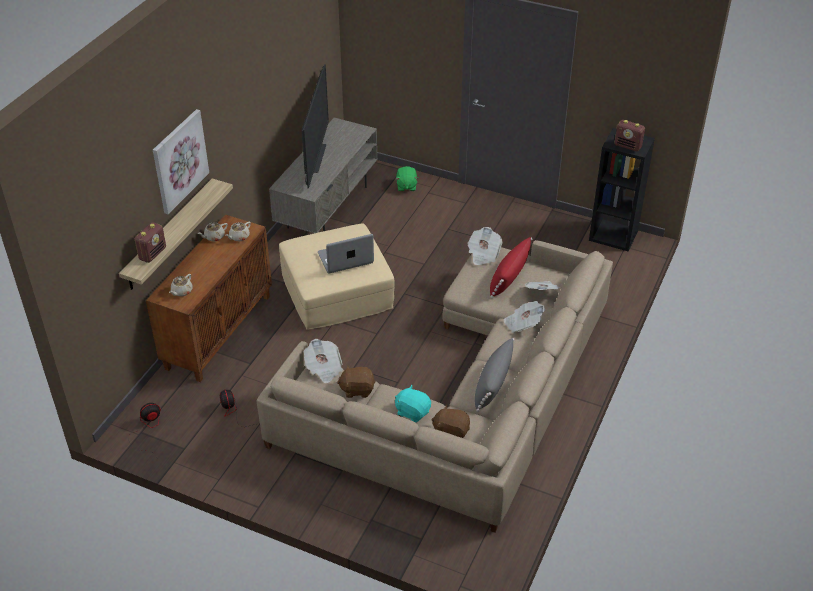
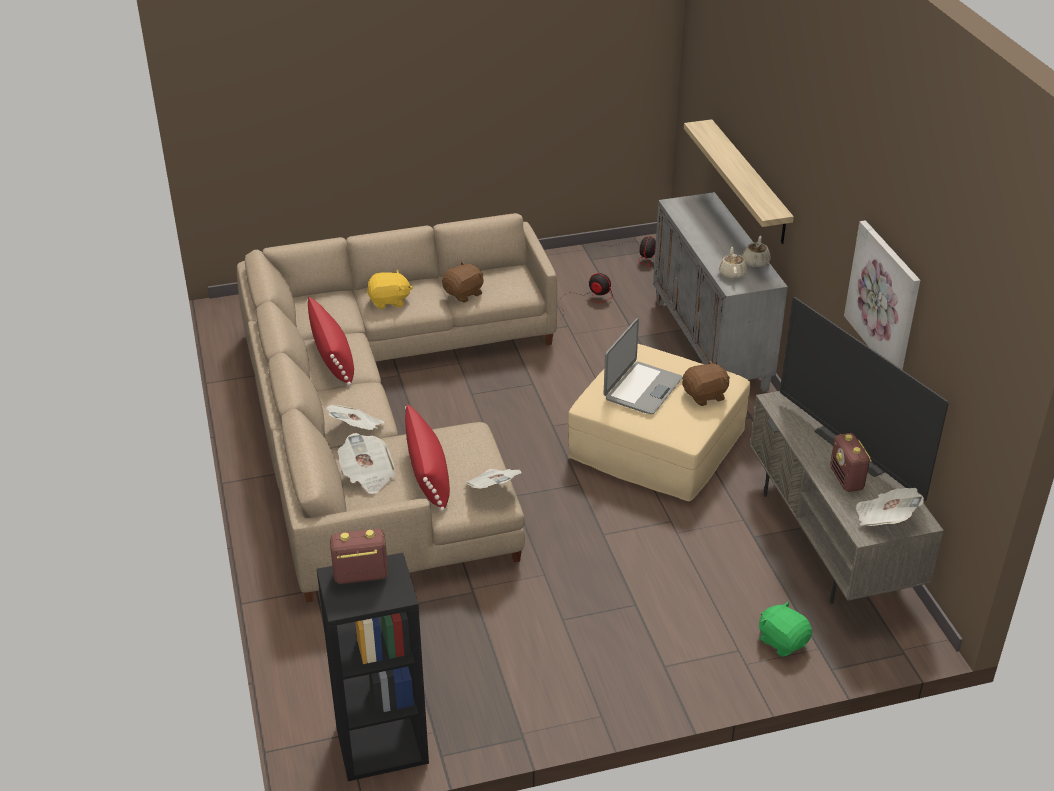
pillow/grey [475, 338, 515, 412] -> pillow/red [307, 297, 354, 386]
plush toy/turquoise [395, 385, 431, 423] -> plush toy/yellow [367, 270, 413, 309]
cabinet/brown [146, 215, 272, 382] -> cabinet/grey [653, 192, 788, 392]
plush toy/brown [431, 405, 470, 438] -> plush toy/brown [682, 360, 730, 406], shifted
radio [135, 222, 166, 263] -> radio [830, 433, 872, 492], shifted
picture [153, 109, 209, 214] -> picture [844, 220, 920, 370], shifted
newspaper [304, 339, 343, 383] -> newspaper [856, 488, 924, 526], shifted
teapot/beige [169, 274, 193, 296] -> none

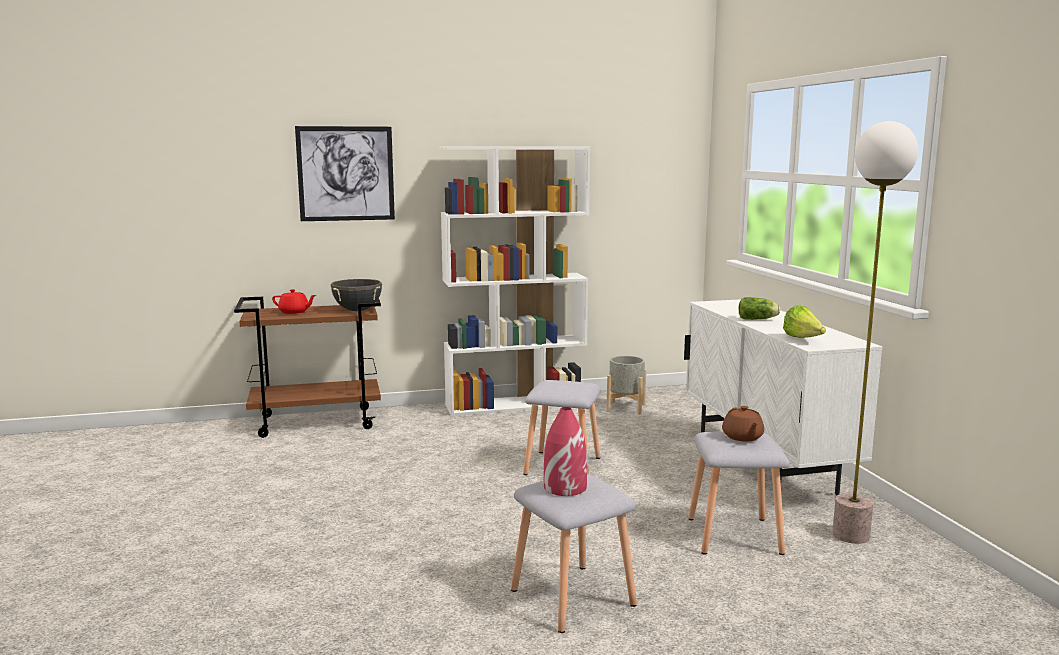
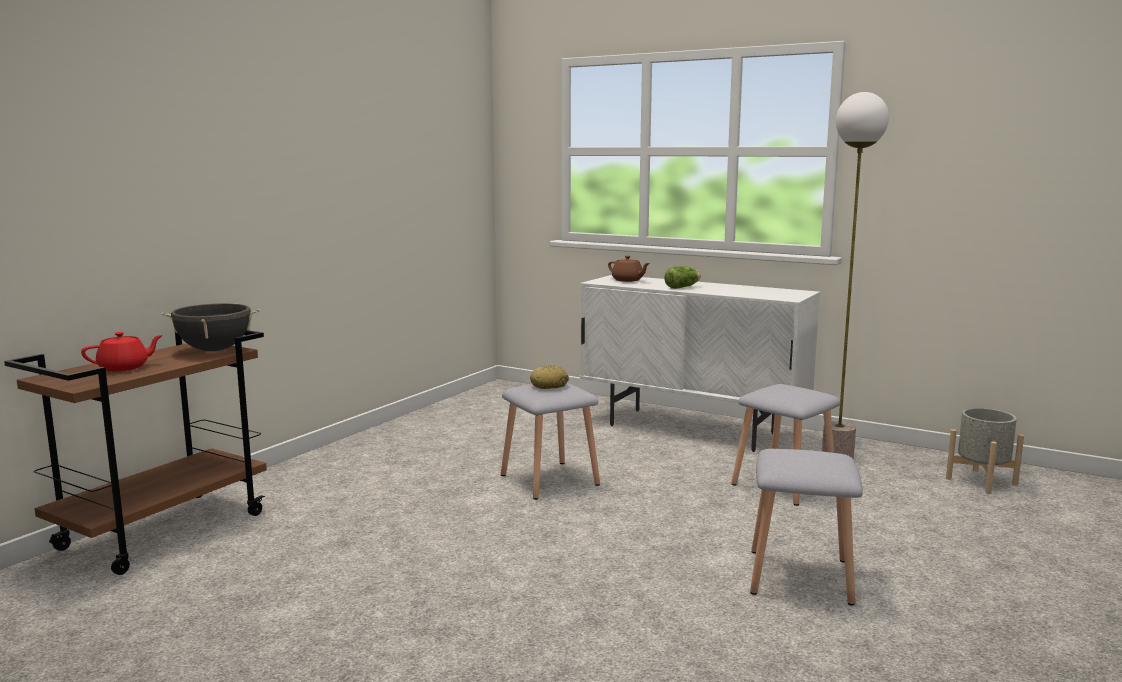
none -> bread [530, 365, 569, 389]
teapot/brown [722, 406, 764, 442] -> teapot/brown [608, 256, 650, 282], shifted
planter/grey [606, 356, 646, 414] -> planter/grey [946, 408, 1024, 494], shifted
picture [295, 126, 395, 221] -> none
bookcase/white [439, 147, 590, 416] -> none
vase/red [544, 407, 587, 496] -> none
lettuce [783, 305, 826, 338] -> none

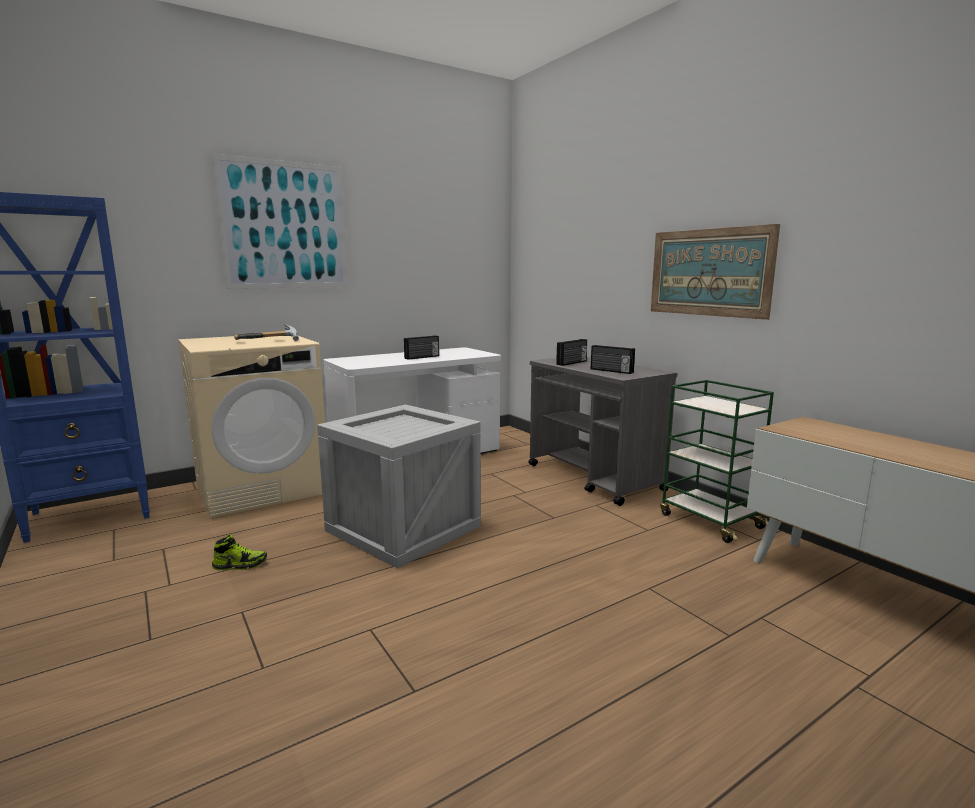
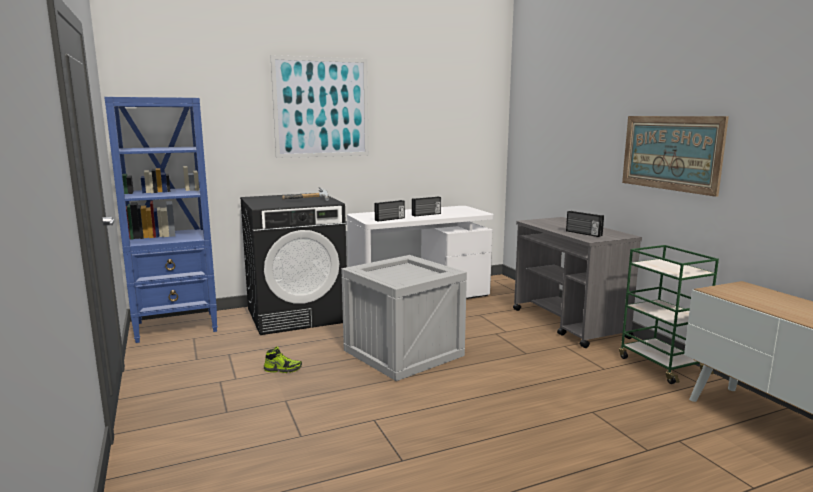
washing machine/beige [178, 336, 325, 519] -> washing machine/black [240, 193, 347, 335]
radio [556, 339, 587, 366] -> radio [375, 200, 405, 222], shifted

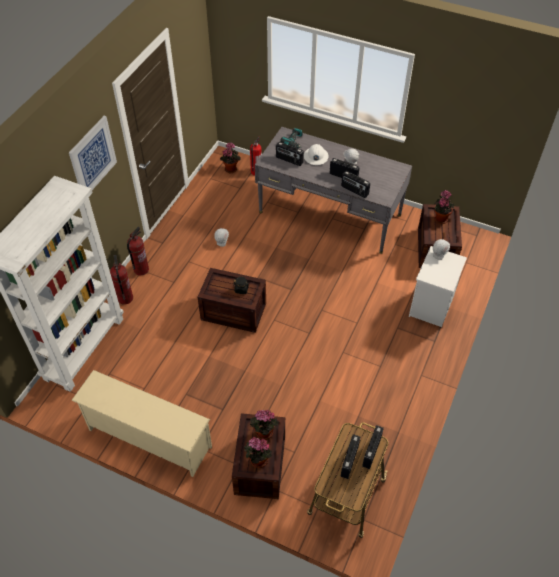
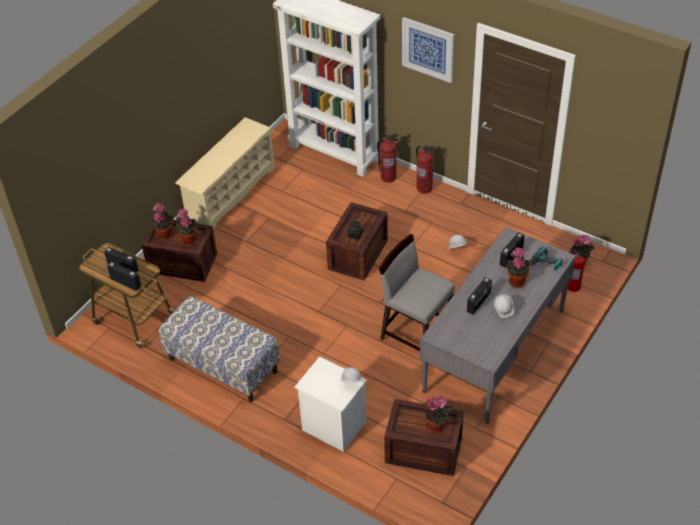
none -> bench [159, 296, 280, 402]
none -> chair/grey [379, 234, 455, 351]
hard hat/white [304, 144, 329, 165] -> potted plant [506, 247, 530, 288]
radio [341, 171, 370, 198] -> none

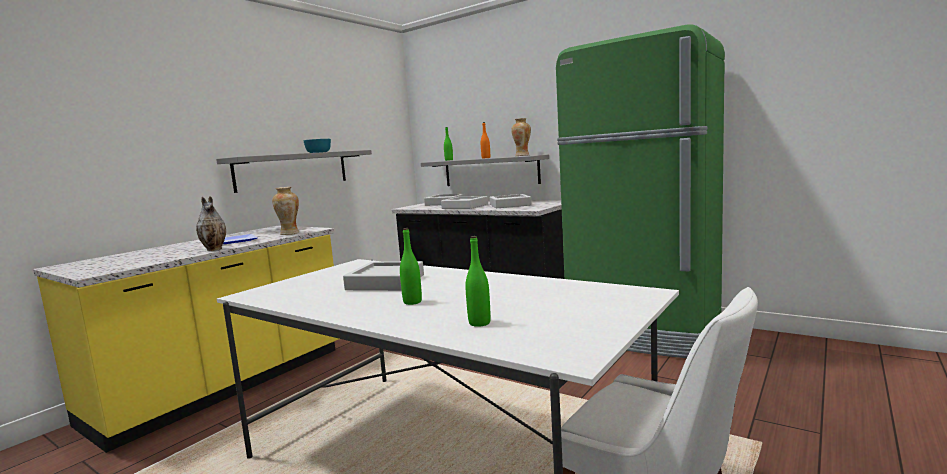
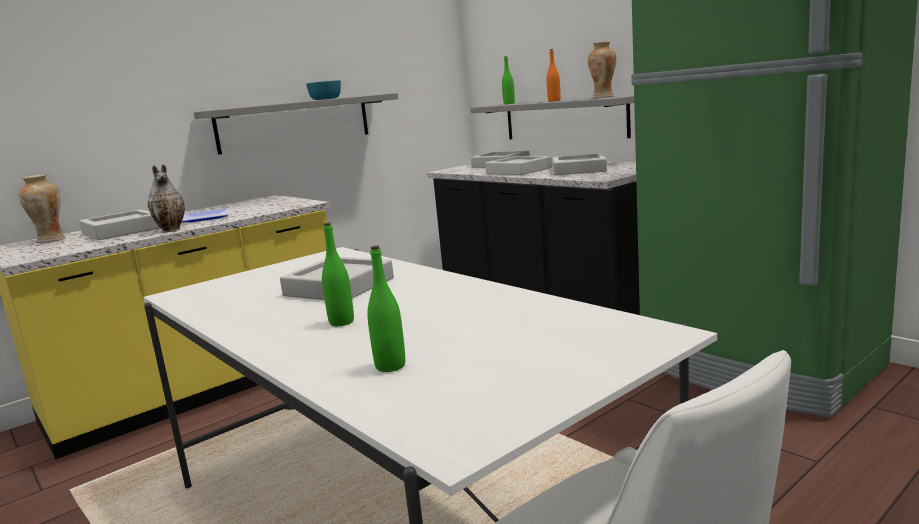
vase [272, 187, 299, 235] -> vase [19, 175, 66, 243], shifted
none -> tray/grey [79, 209, 160, 240]

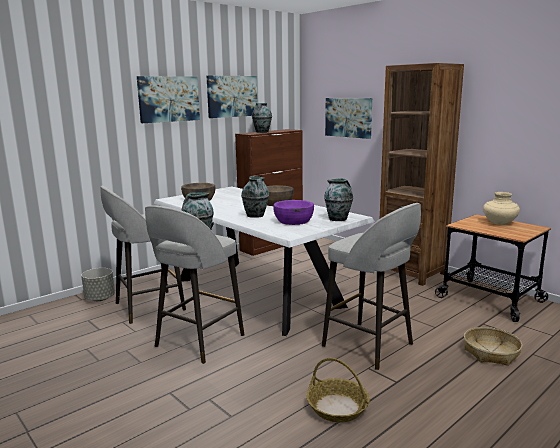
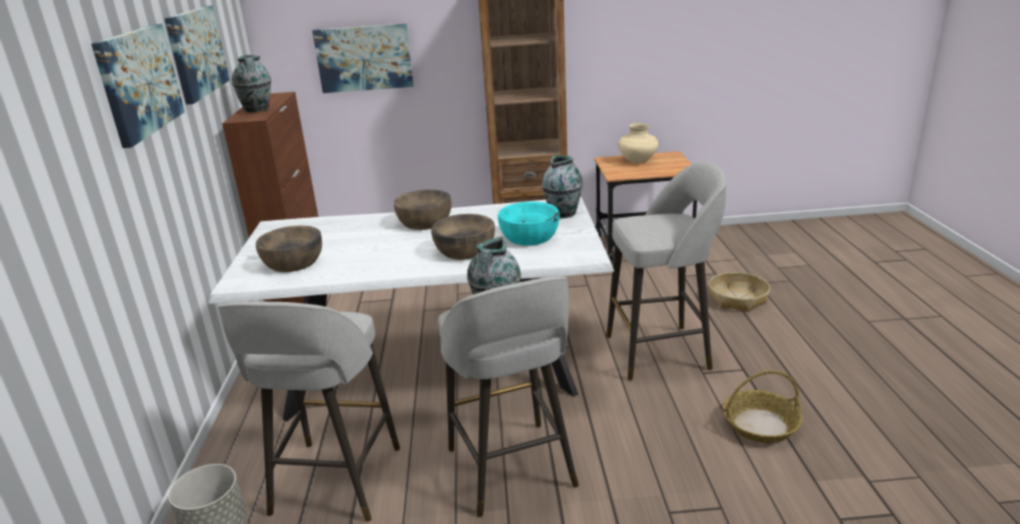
vase [241, 176, 269, 218] -> bowl/brown [431, 214, 495, 260]
bowl/purple [273, 200, 314, 225] -> bowl/turquoise [498, 202, 560, 246]

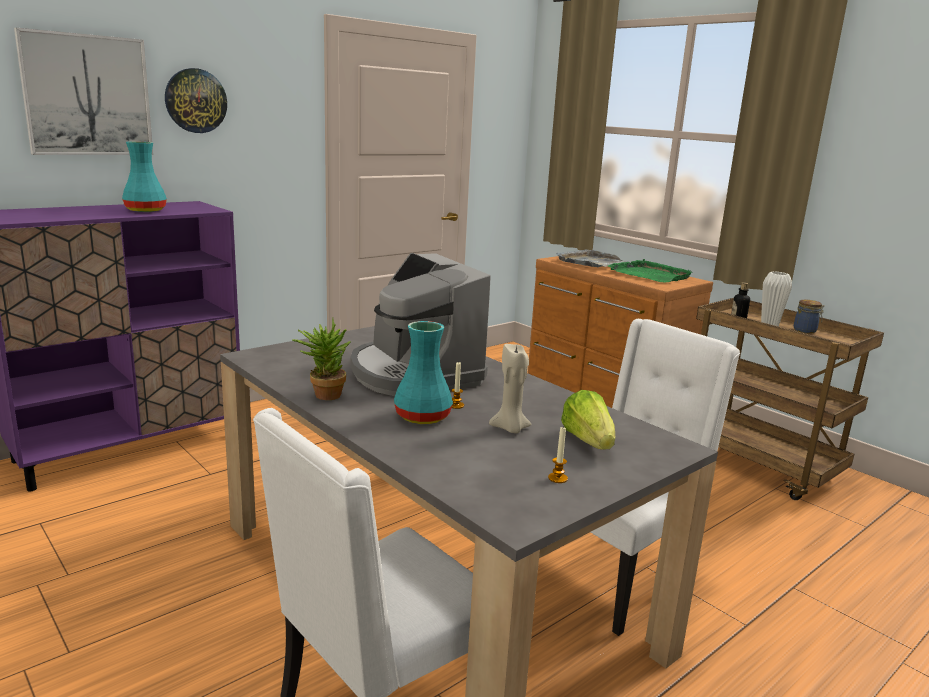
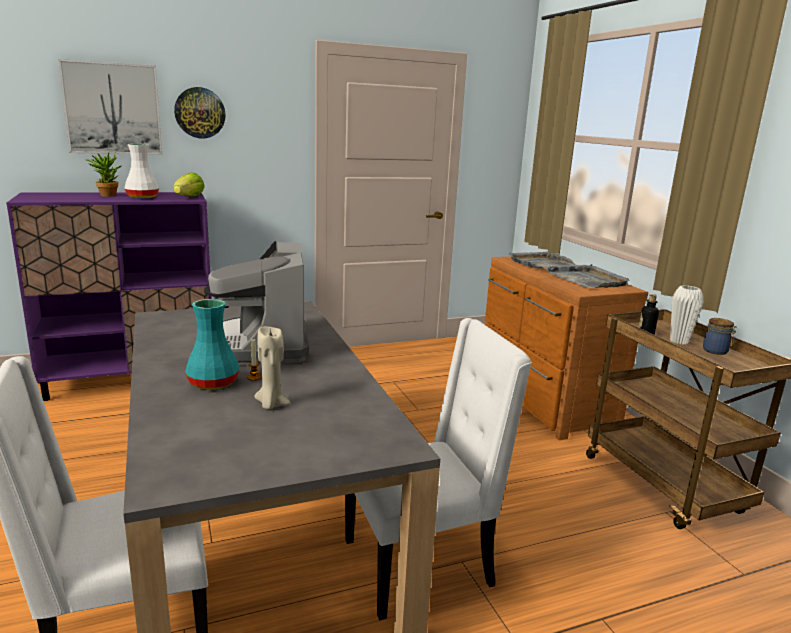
potted plant [292, 318, 351, 400] -> potted plant [85, 152, 122, 197], shifted
vase/turquoise [122, 141, 167, 212] -> vase/white [125, 144, 159, 199]
lettuce [561, 390, 615, 449] -> lettuce [173, 172, 205, 197], shifted
tray/green [608, 259, 693, 283] -> tray/grey [544, 264, 630, 288]
candle [548, 427, 568, 483] -> none

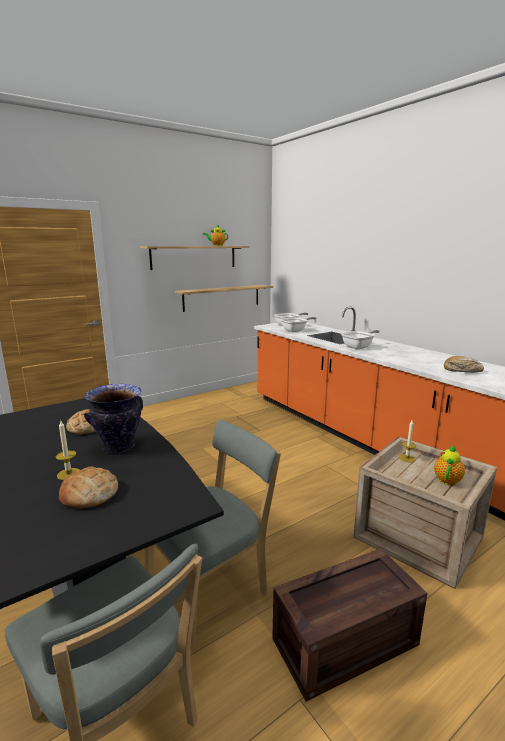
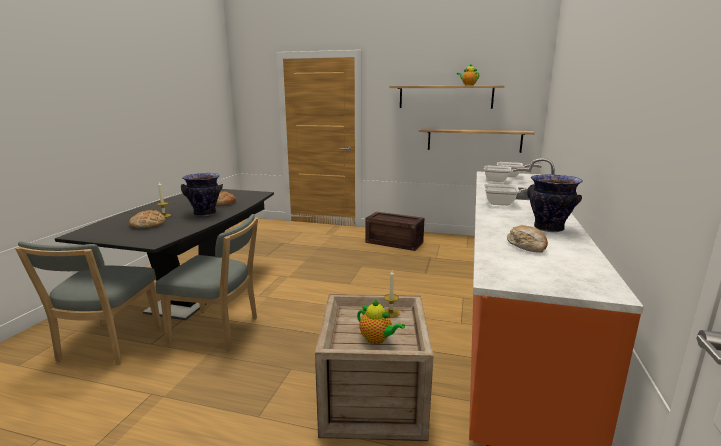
teapot [434, 445, 465, 485] -> teapot [357, 299, 405, 344], 45 degrees clockwise
crate [272, 549, 427, 701] -> crate [365, 212, 424, 251], shifted
none -> vase [527, 174, 583, 232]

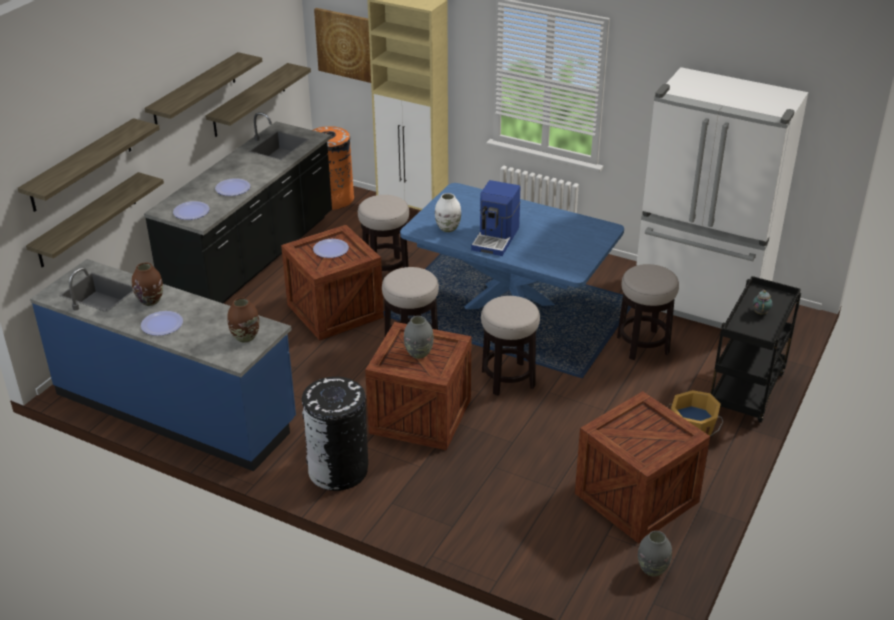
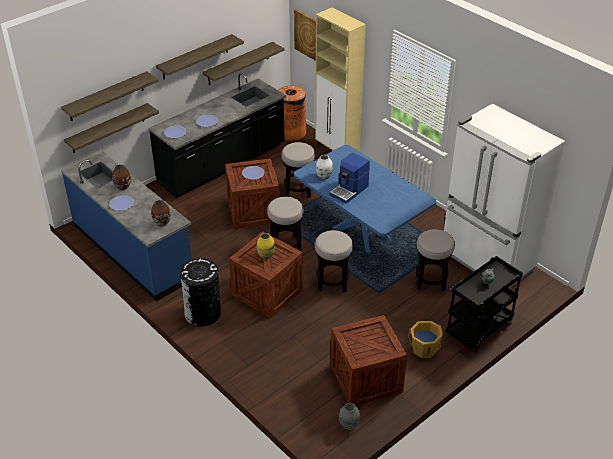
vase/grey [404, 316, 434, 359] -> vase/yellow [256, 233, 275, 259]

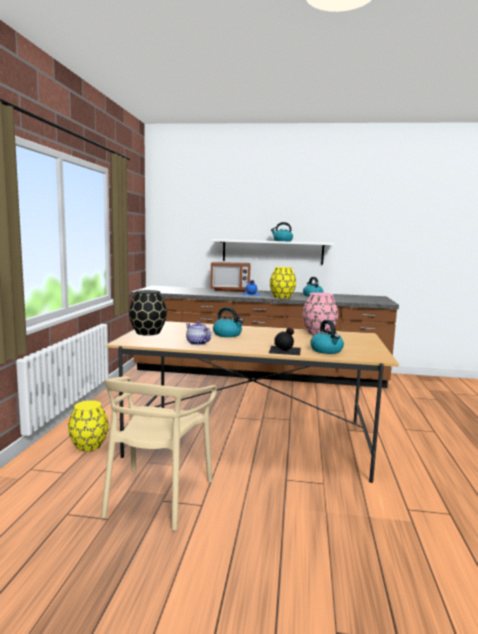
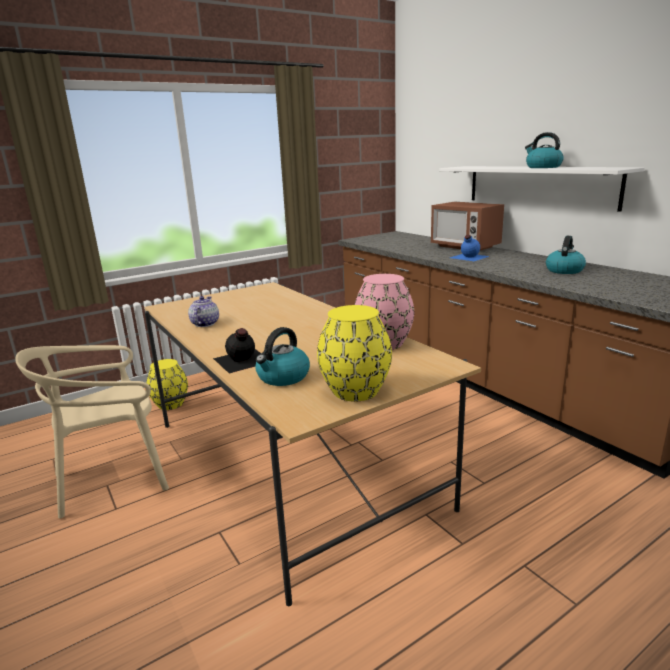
vase/yellow [270, 267, 296, 299] -> vase/yellow [317, 305, 392, 402], shifted
vase/black [129, 290, 167, 336] -> none
kettle [213, 307, 244, 337] -> none

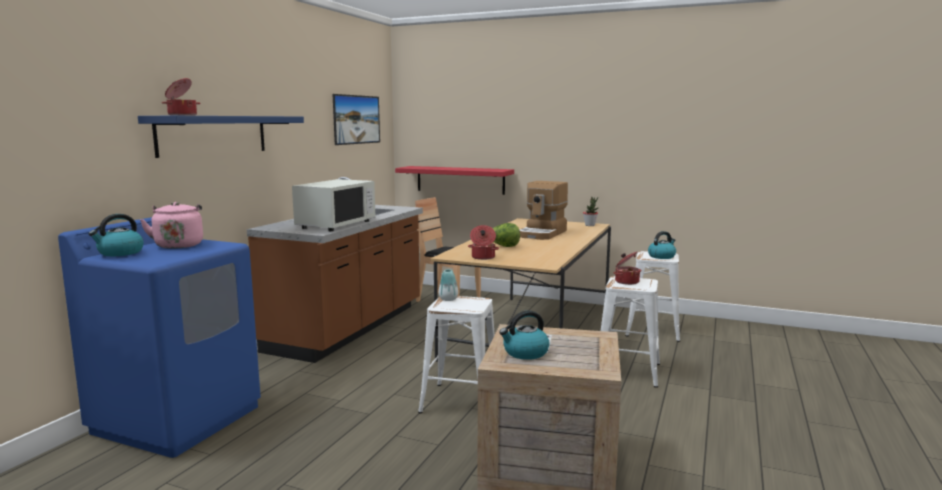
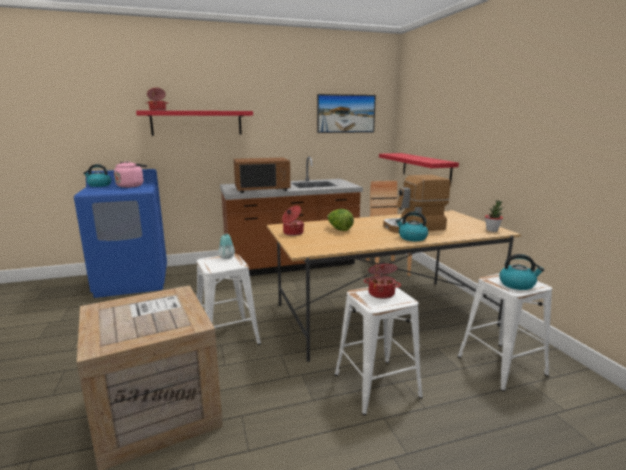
shelf/blue [138, 116, 304, 158] -> shelf/red [136, 111, 253, 136]
microwave/white [292, 179, 375, 231] -> microwave/brown [234, 157, 290, 193]
kettle [499, 310, 549, 360] -> kettle [396, 211, 428, 241], shifted

